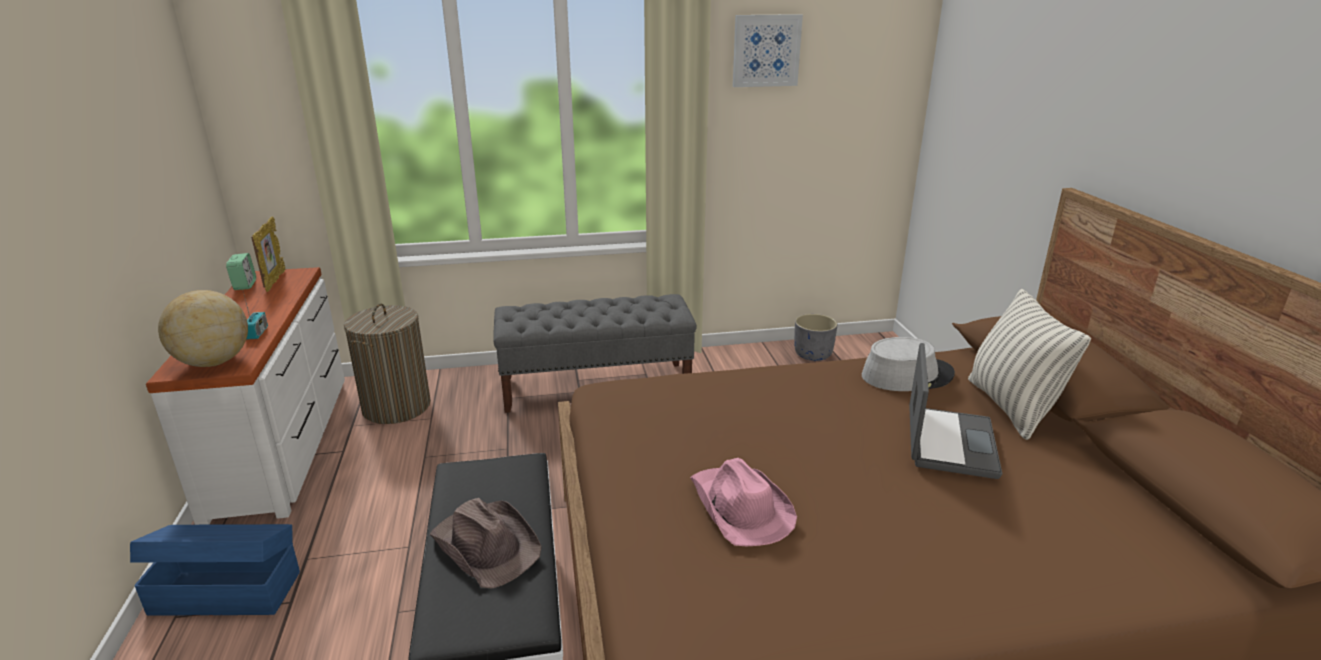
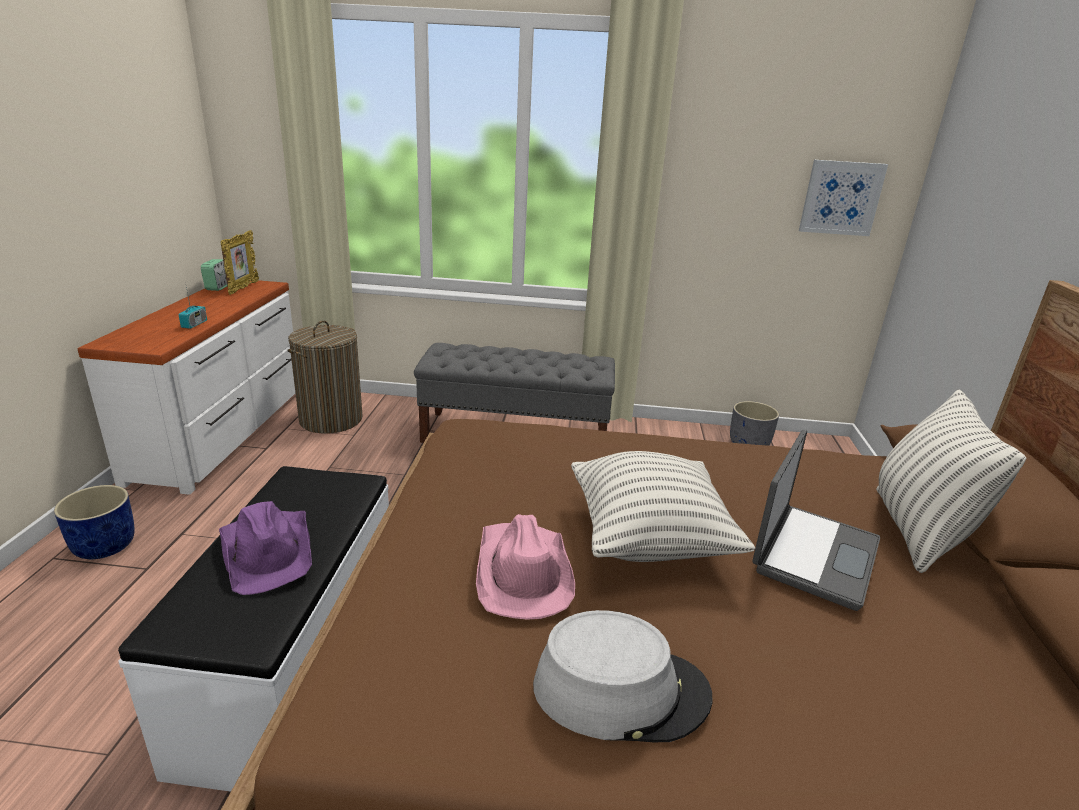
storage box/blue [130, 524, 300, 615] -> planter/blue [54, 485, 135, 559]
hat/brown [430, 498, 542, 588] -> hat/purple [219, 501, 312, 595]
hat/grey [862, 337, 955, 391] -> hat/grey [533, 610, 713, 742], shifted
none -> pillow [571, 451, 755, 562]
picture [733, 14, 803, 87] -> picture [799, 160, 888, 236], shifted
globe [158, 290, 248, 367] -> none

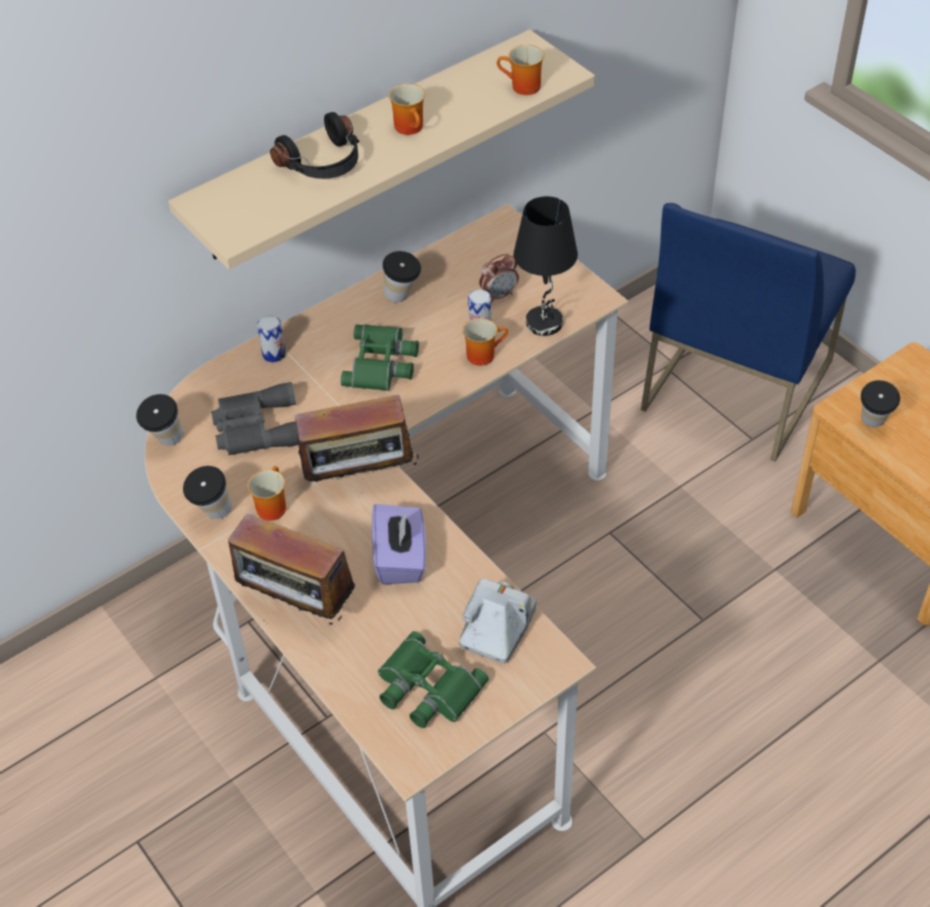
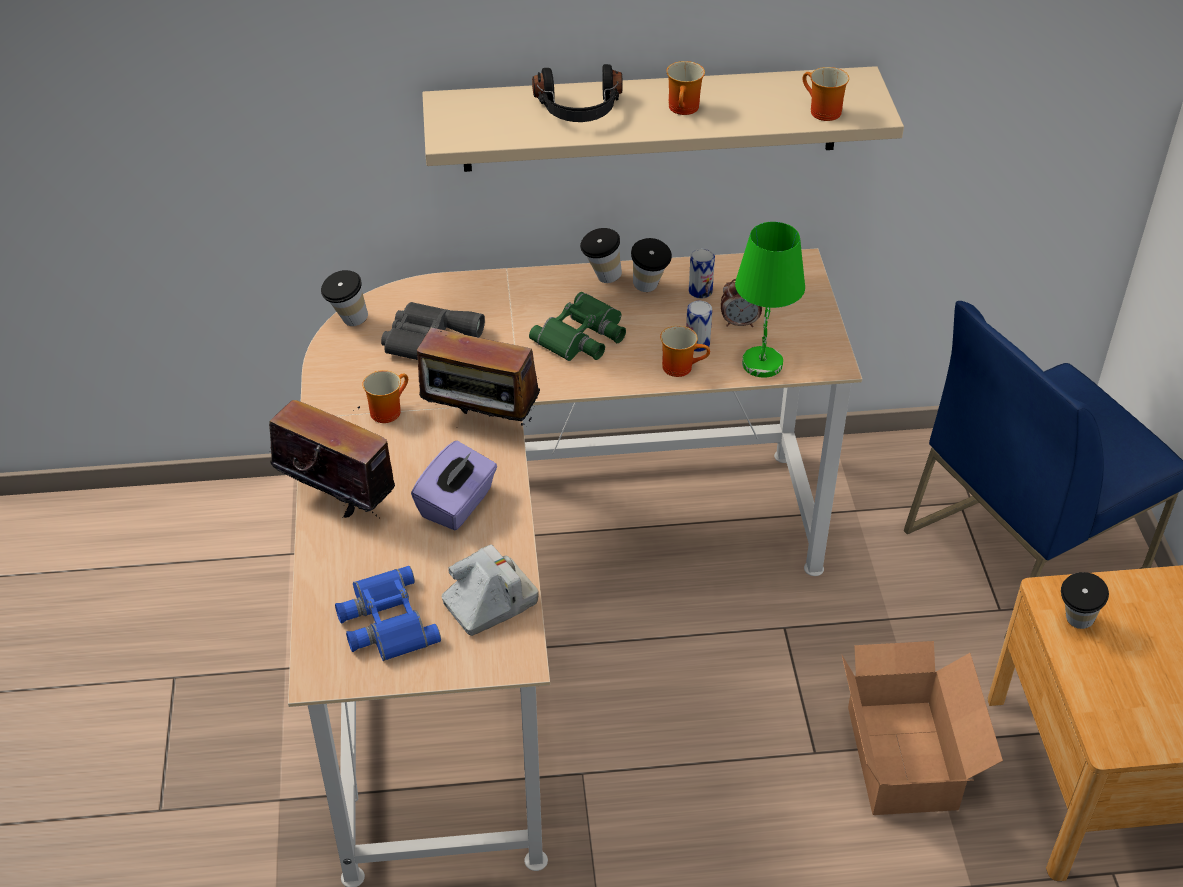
radio [228, 513, 355, 625] -> radio [269, 400, 395, 518], 150 degrees clockwise
binoculars/green [378, 631, 489, 728] -> binoculars/blue [335, 566, 441, 661]
cup [183, 466, 232, 519] -> cup [580, 228, 622, 283], shifted
can [257, 316, 286, 363] -> can [689, 249, 715, 299], shifted
table lamp/black [514, 196, 578, 336] -> table lamp/green [735, 222, 805, 378]
none -> cardboard box [842, 641, 1003, 815]

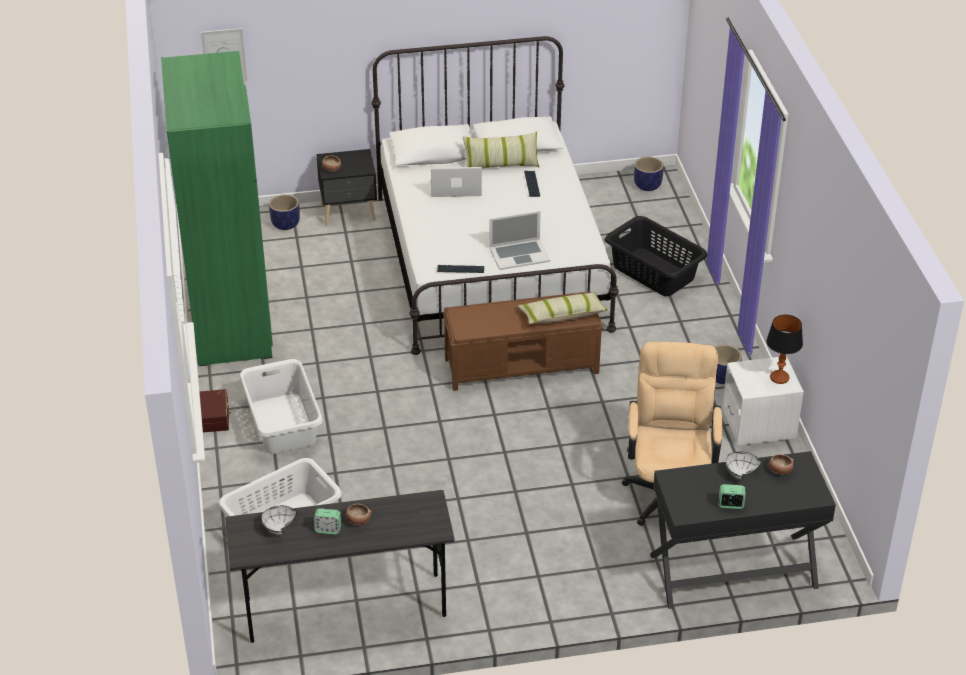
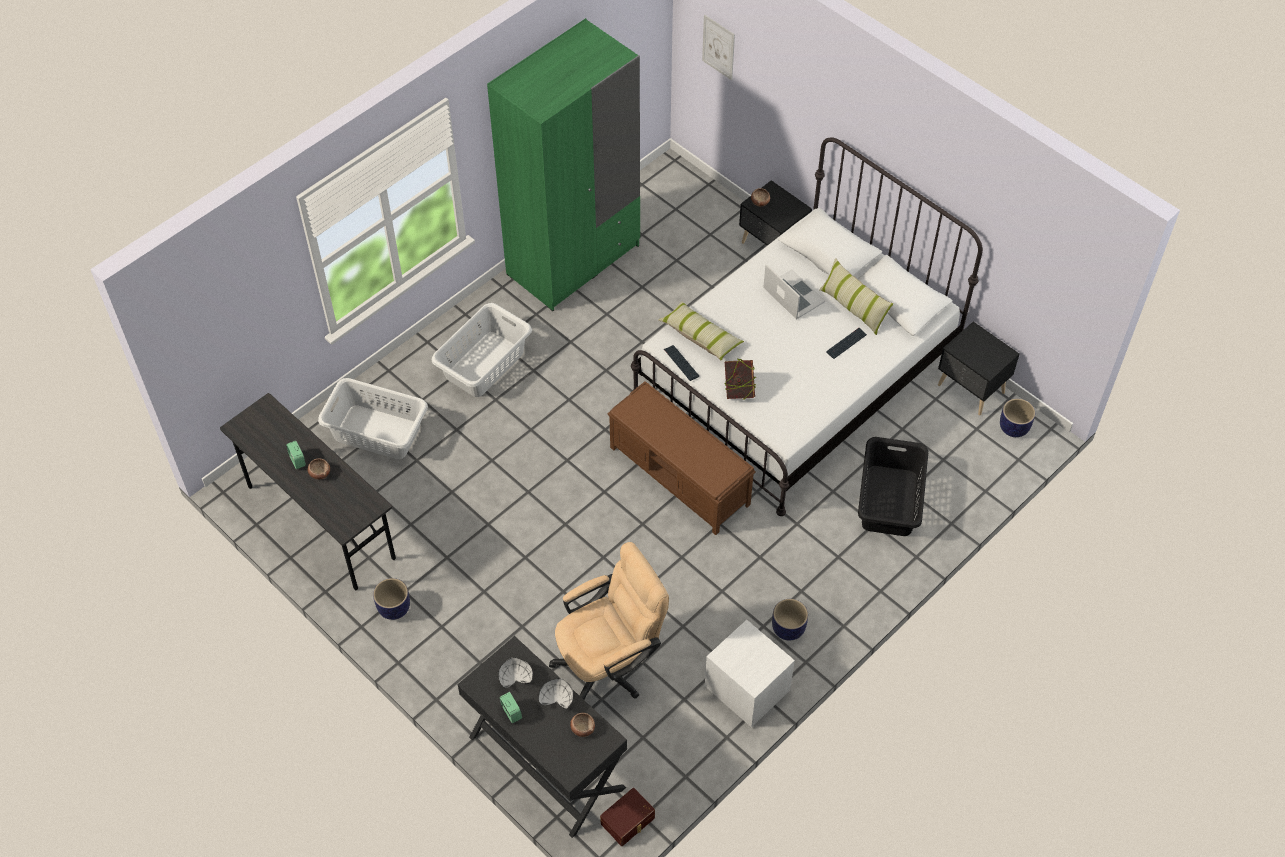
planter [269, 194, 300, 230] -> planter [373, 578, 410, 620], shifted
bowl/white [261, 506, 297, 535] -> bowl/white [498, 657, 533, 688], shifted
storage box/brown [199, 389, 231, 432] -> storage box/brown [600, 788, 655, 846], shifted
pillow [518, 293, 608, 324] -> pillow [658, 301, 744, 360], shifted
laptop [489, 211, 550, 270] -> book [725, 359, 756, 399]
none -> nightstand/black [938, 321, 1020, 416]
table lamp [766, 315, 803, 384] -> none

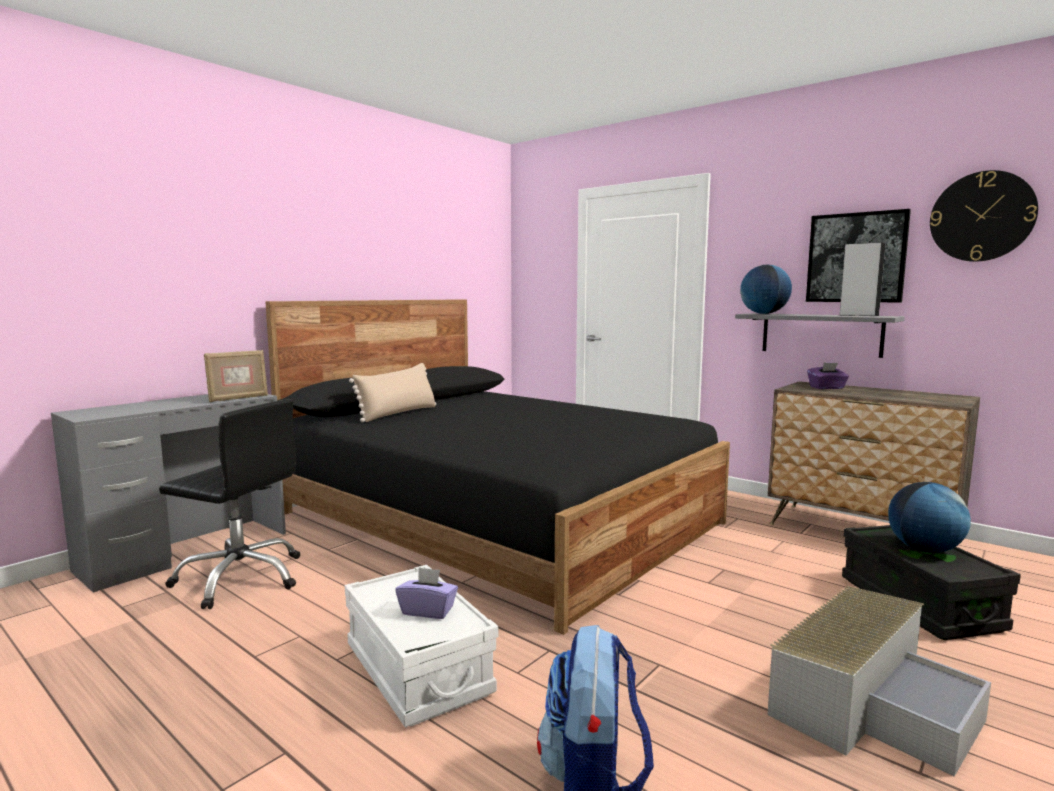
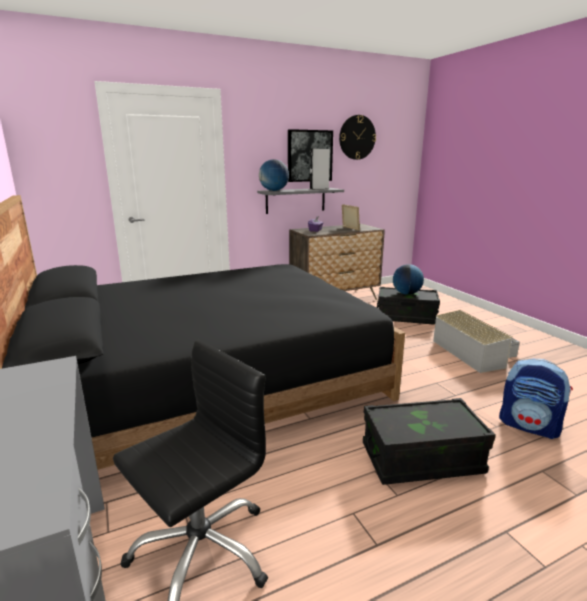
picture frame [204, 350, 268, 402] -> picture frame [342, 204, 360, 231], shifted
storage box/white [345, 565, 499, 728] -> storage box/black [363, 398, 496, 485]
pillow/beige [349, 363, 436, 422] -> none
tissue box/purple [395, 567, 458, 619] -> none

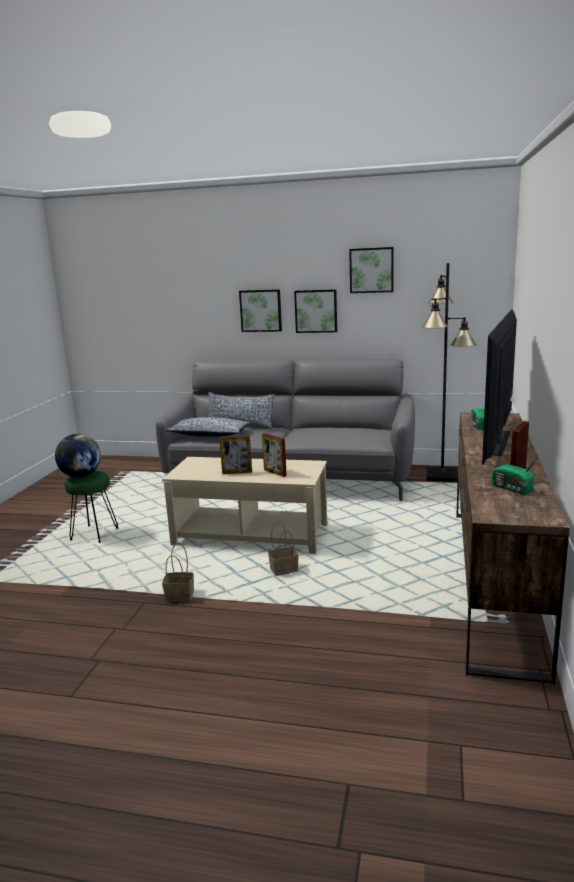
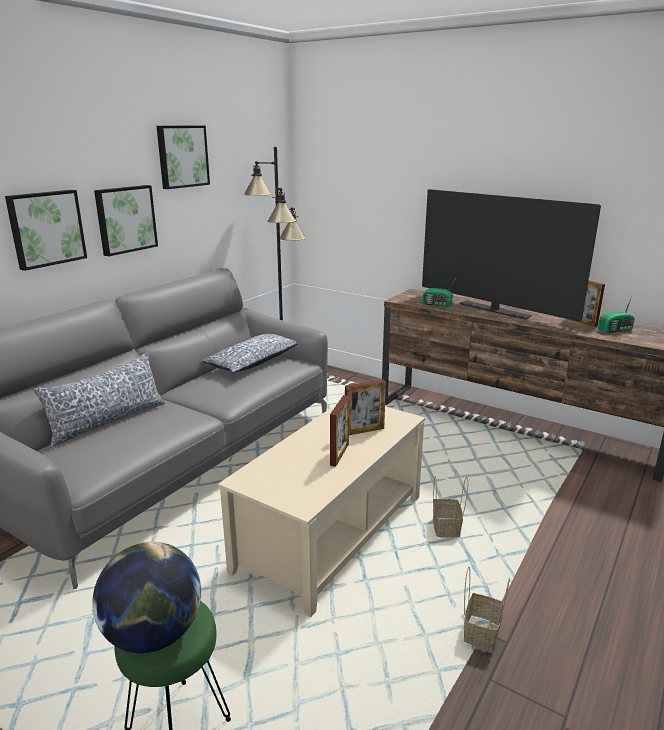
pillow [165, 417, 250, 437] -> pillow [201, 333, 298, 373], shifted

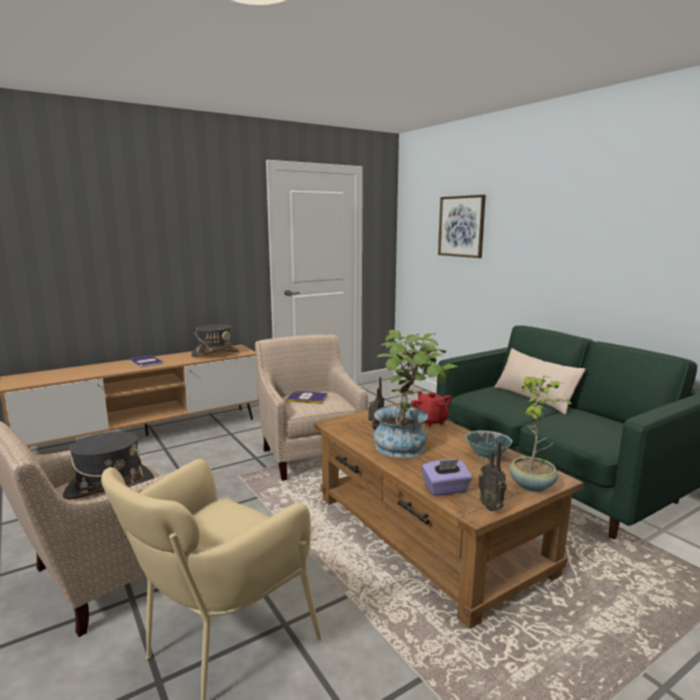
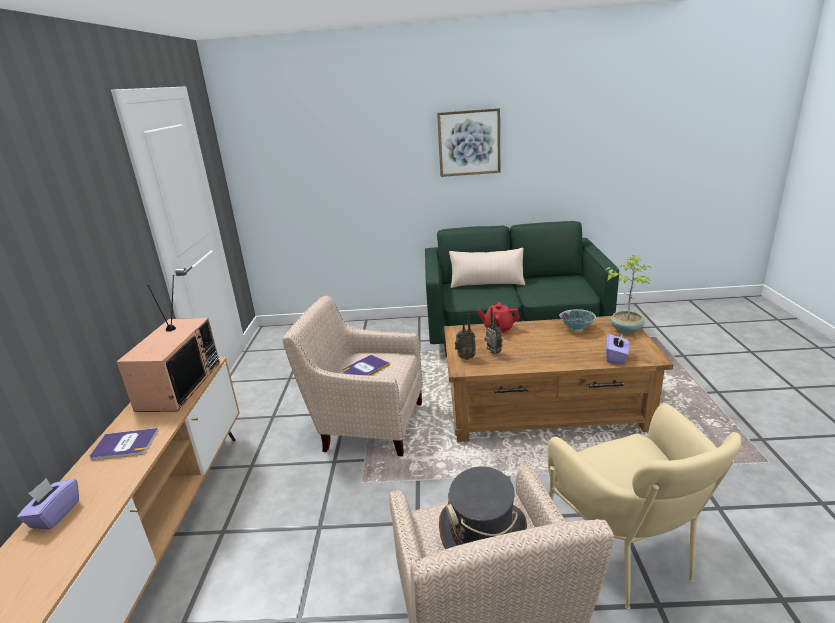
none -> tissue box/purple [17, 478, 79, 529]
hat/grey [191, 324, 239, 357] -> television [117, 275, 220, 412]
picture [438, 195, 486, 258] -> picture [437, 108, 500, 177], shifted
radio [478, 442, 507, 511] -> radio [455, 313, 476, 360], shifted
potted plant [373, 330, 458, 458] -> none

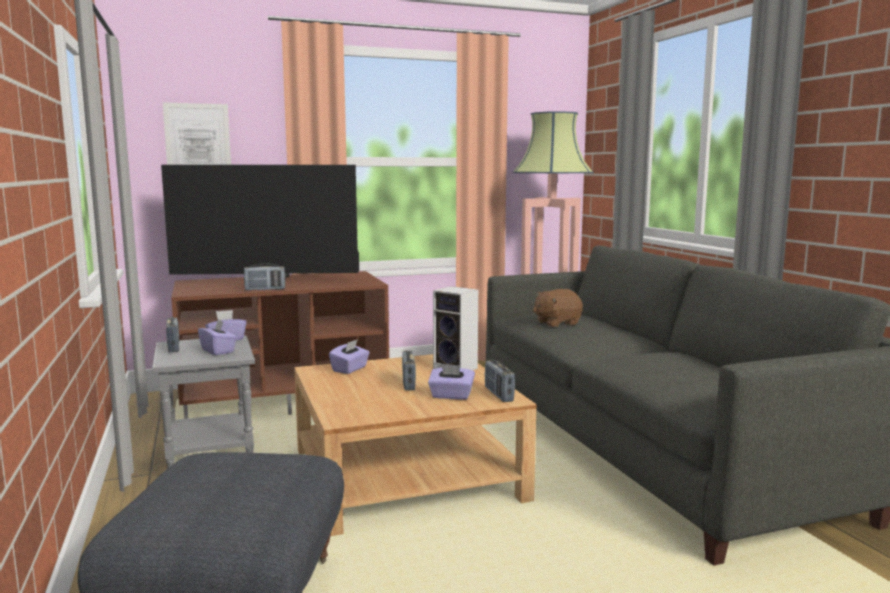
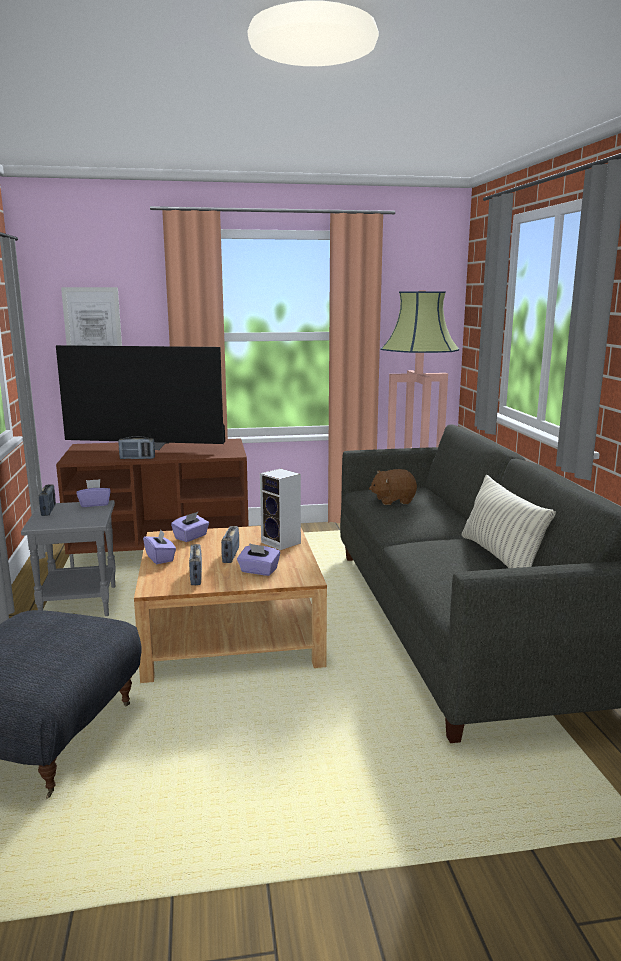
tissue box/purple [198, 320, 237, 355] -> tissue box/purple [143, 529, 176, 564], shifted
radio [485, 360, 515, 402] -> radio [189, 544, 202, 585], shifted
none -> pillow [461, 475, 556, 568]

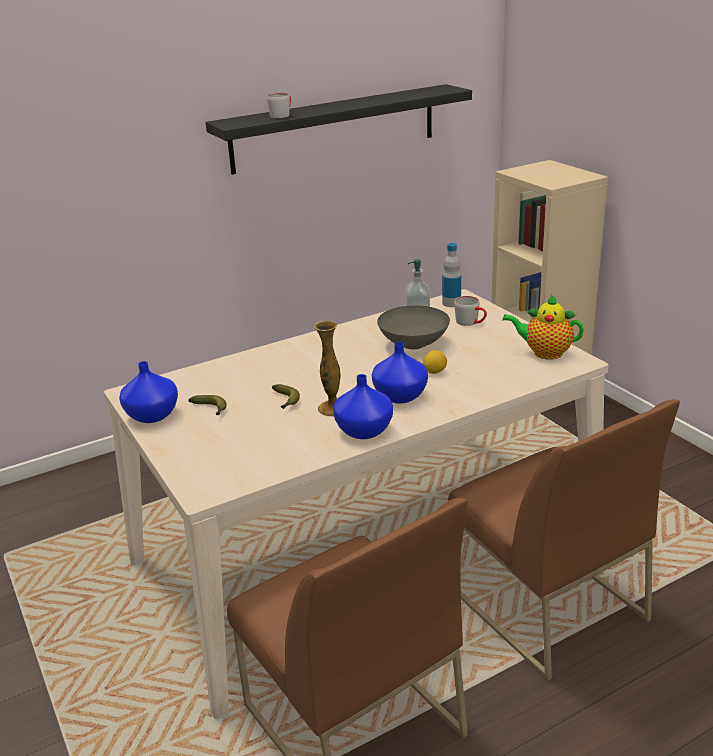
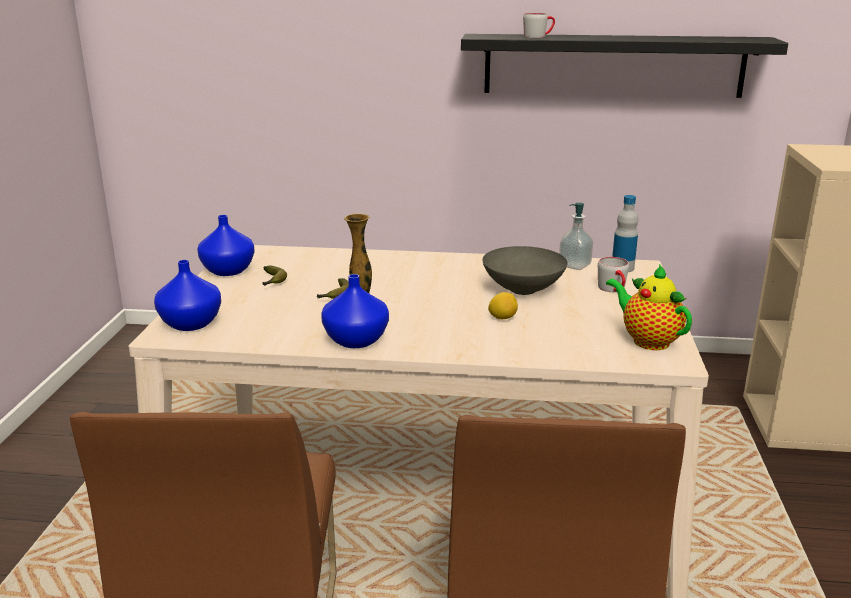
vase/blue [372, 342, 428, 404] -> vase/blue [154, 260, 221, 331], shifted

